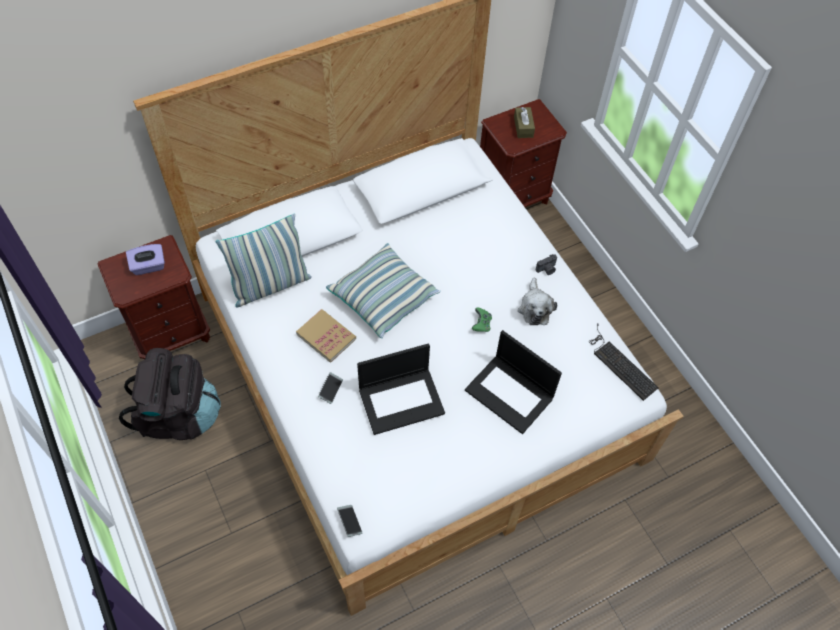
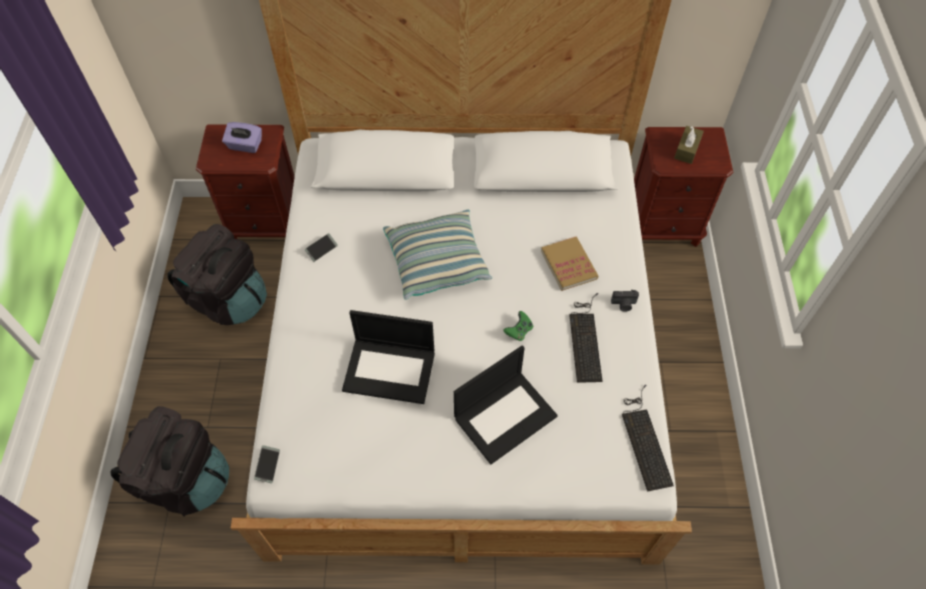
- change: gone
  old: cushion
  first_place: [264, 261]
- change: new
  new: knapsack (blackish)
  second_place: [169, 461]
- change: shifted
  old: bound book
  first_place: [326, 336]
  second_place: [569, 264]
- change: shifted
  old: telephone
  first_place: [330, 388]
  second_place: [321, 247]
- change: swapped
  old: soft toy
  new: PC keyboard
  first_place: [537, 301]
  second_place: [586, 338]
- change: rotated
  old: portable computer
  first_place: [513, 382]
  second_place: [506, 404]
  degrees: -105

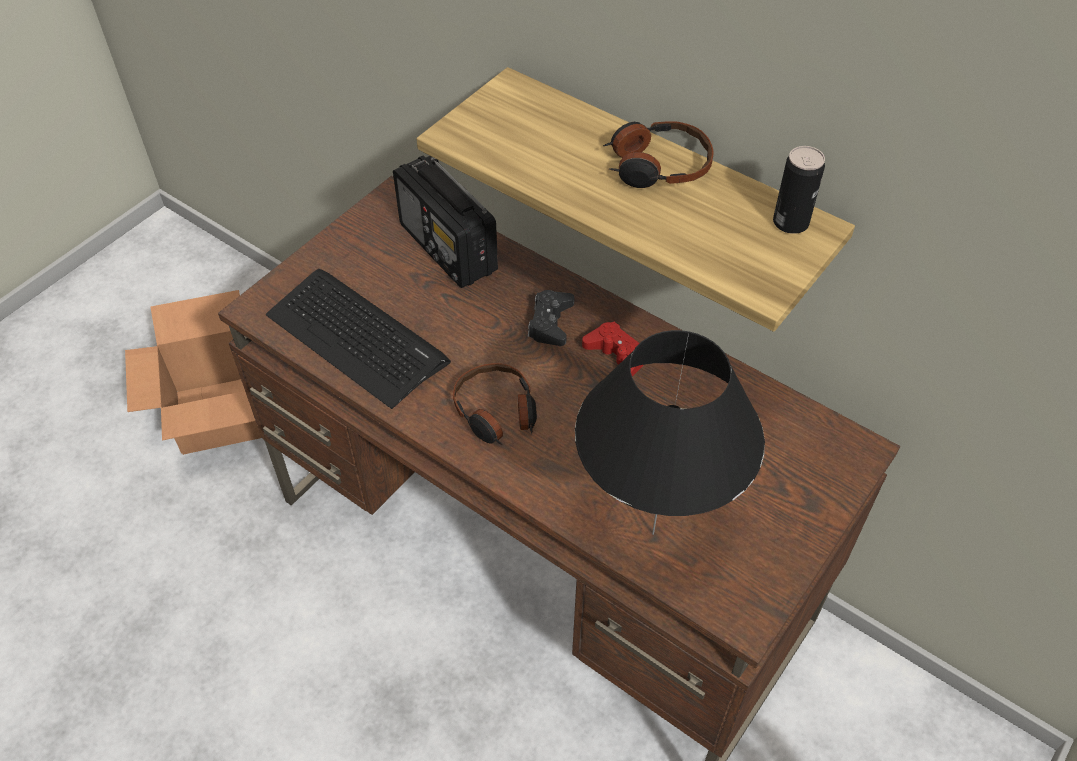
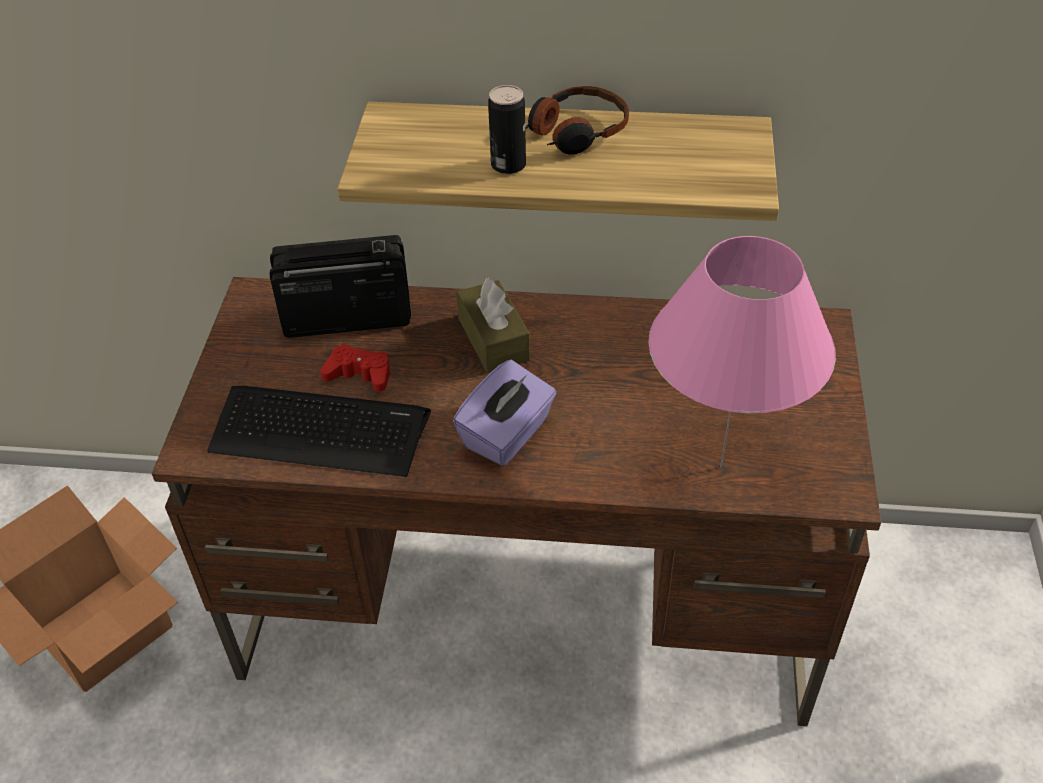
- change: shifted
  old: joypad (reddish)
  first_place: [612, 349]
  second_place: [355, 368]
- change: shifted
  old: sealed can
  first_place: [799, 190]
  second_place: [507, 129]
- change: swapped
  old: pair of headphones
  new: tissue holder (purple-coloured)
  first_place: [495, 404]
  second_place: [505, 413]
- change: swapped
  old: joypad (blackish)
  new: tissue holder (brownish)
  first_place: [551, 318]
  second_place: [493, 325]
- change: repainted
  old: table lamp (blackish)
  new: table lamp (pink)
  first_place: [670, 432]
  second_place: [742, 352]
- change: rotated
  old: radio
  first_place: [445, 222]
  second_place: [340, 286]
  degrees: 150

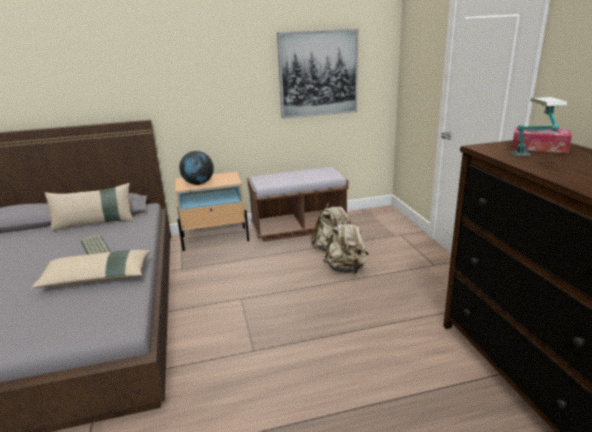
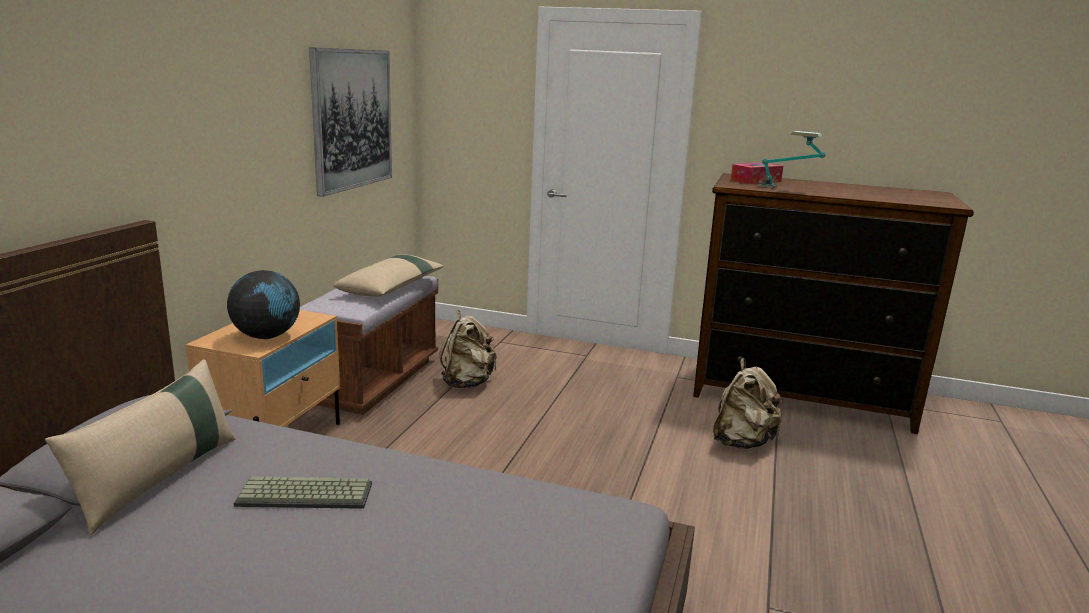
- change: shifted
  old: cushion (beige)
  first_place: [91, 269]
  second_place: [388, 275]
- change: shifted
  old: knapsack (beige)
  first_place: [345, 245]
  second_place: [747, 403]

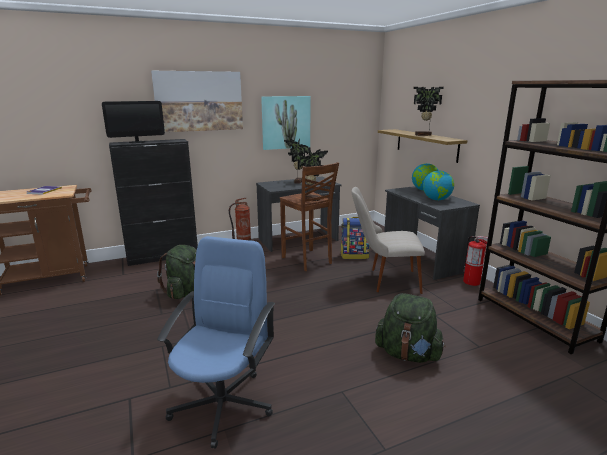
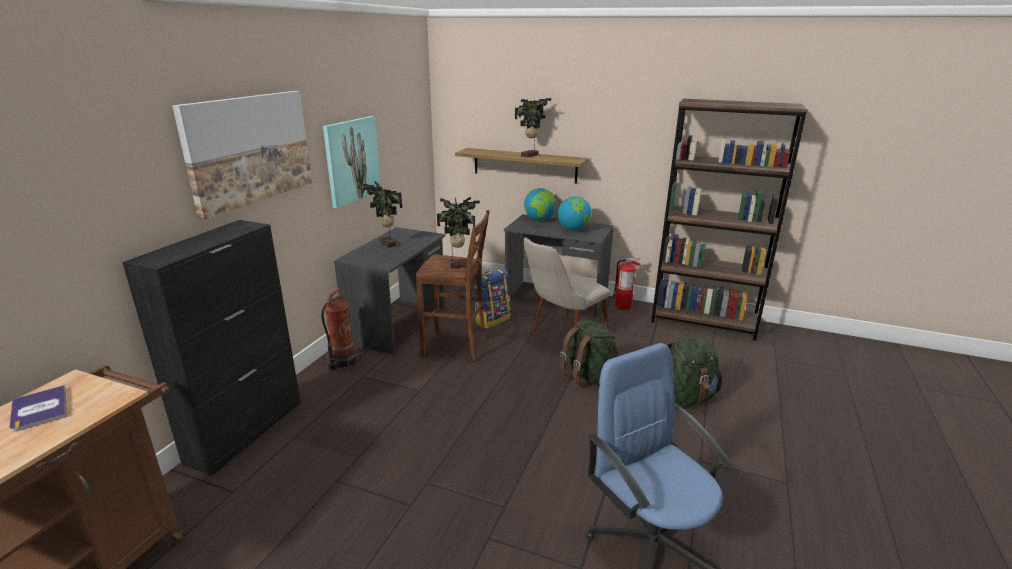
- change: gone
  old: computer display
  first_place: [133, 122]
- change: shifted
  old: knapsack (green)
  first_place: [177, 272]
  second_place: [589, 353]

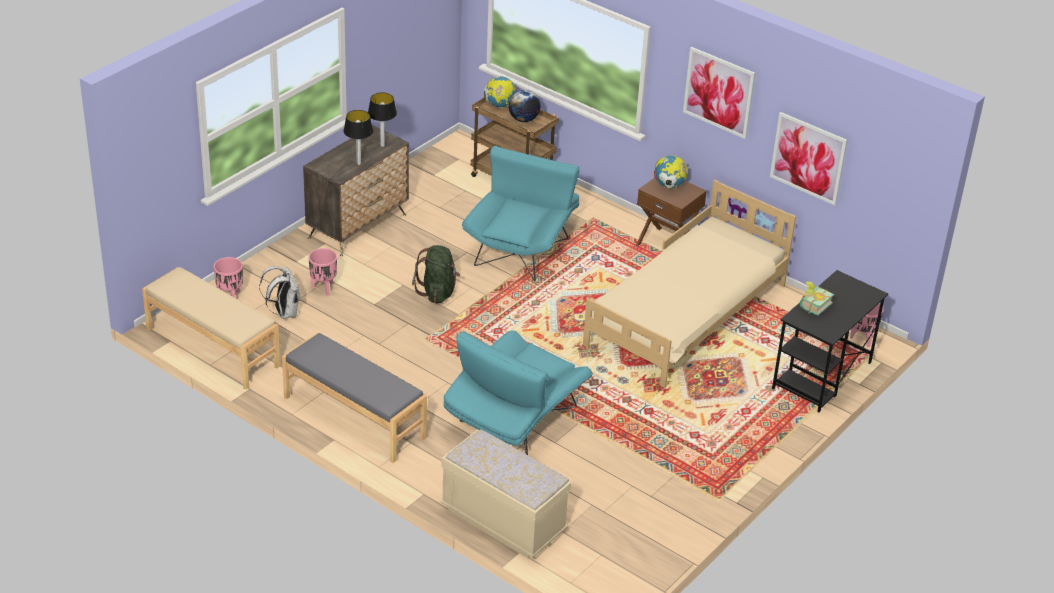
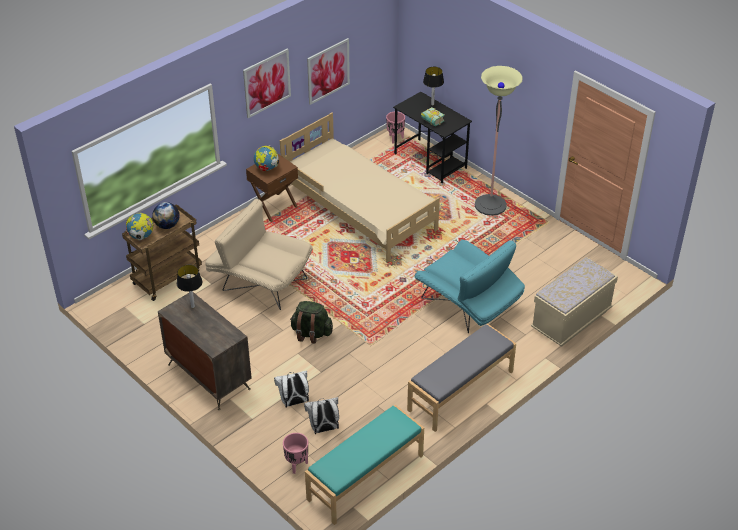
- change: new
  new: standing lamp
  second_place: [499, 141]
- change: shifted
  old: table lamp
  first_place: [358, 137]
  second_place: [433, 86]
- change: swapped
  old: flower pot (pink)
  new: knapsack (whitish)
  first_place: [322, 272]
  second_place: [291, 389]
- change: repainted
  old: bench (beige)
  new: bench (turquoise)
  first_place: [211, 328]
  second_place: [364, 465]
- change: repainted
  old: armchair (turquoise)
  new: armchair (beige)
  first_place: [521, 213]
  second_place: [259, 254]

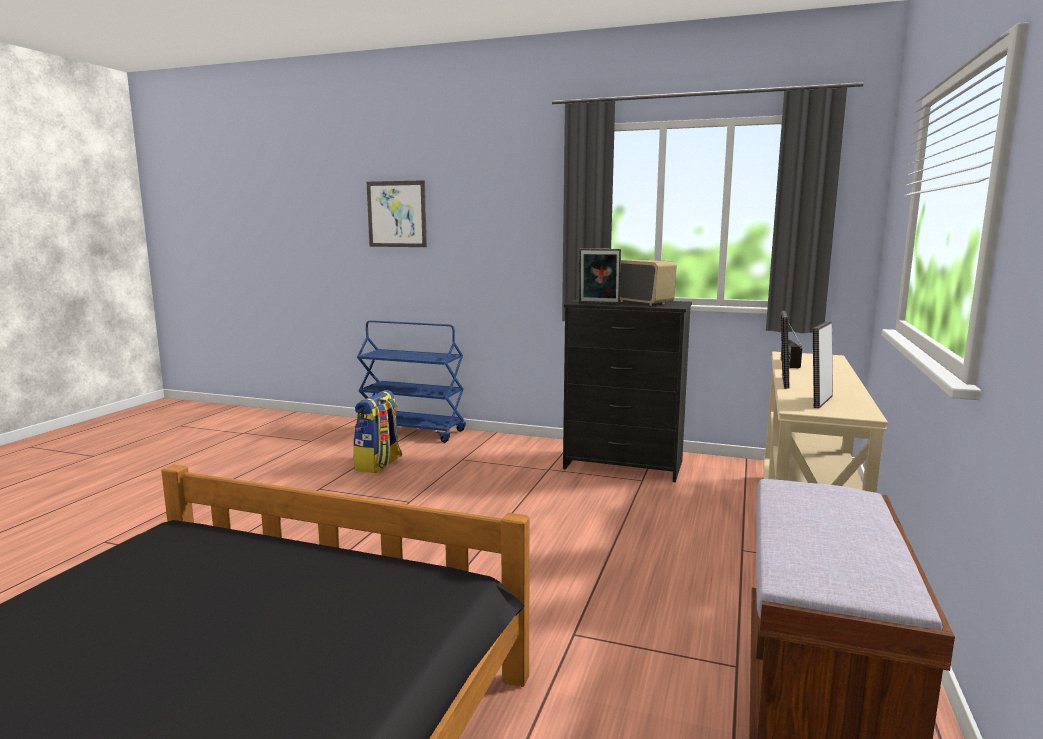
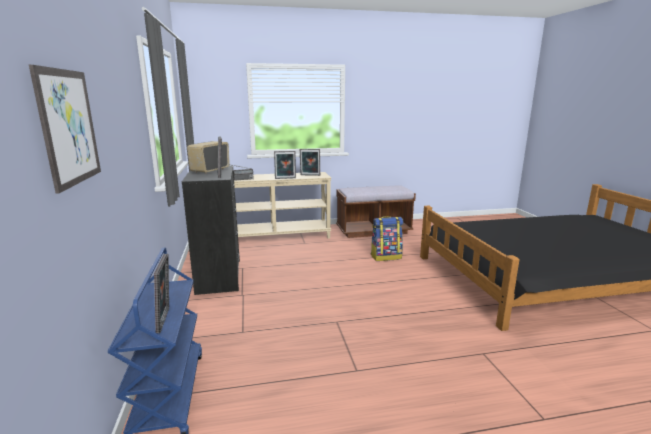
- change: new
  new: standing frame
  second_place: [161, 293]
- change: shifted
  old: knapsack
  first_place: [377, 431]
  second_place: [387, 238]

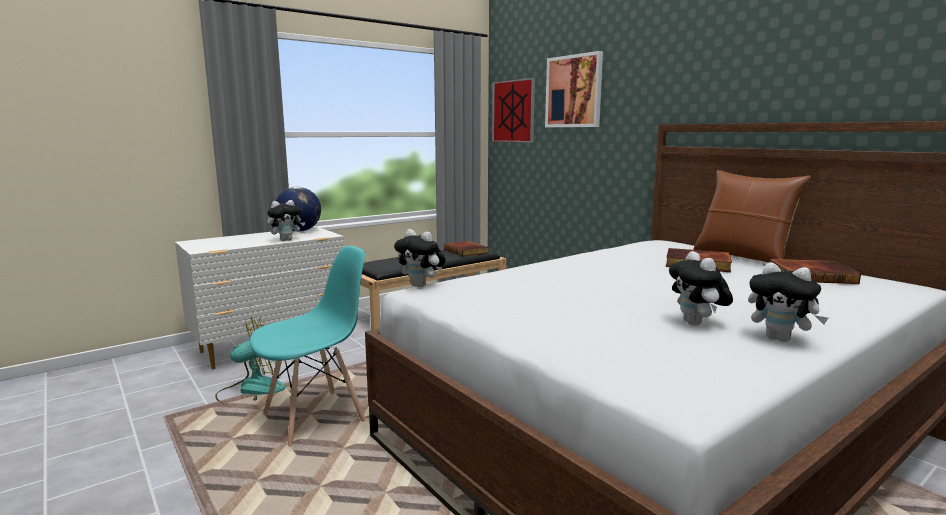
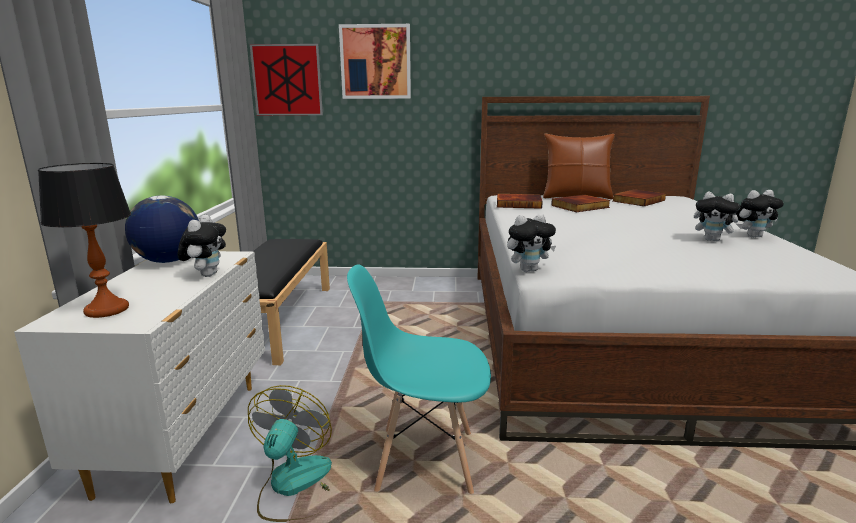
- change: new
  new: table lamp
  second_place: [84, 240]
- change: shifted
  old: bound book
  first_place: [466, 249]
  second_place: [520, 201]
- change: rotated
  old: upright chair (turquoise)
  first_place: [308, 346]
  second_place: [419, 379]
  degrees: -90

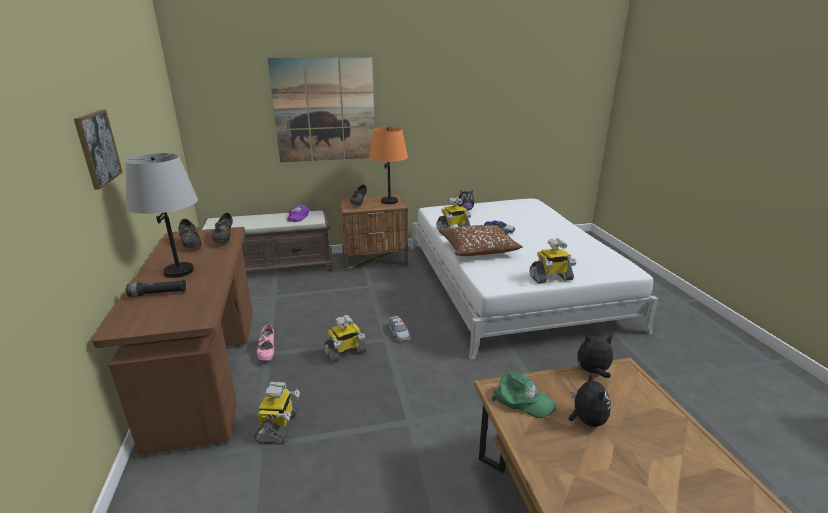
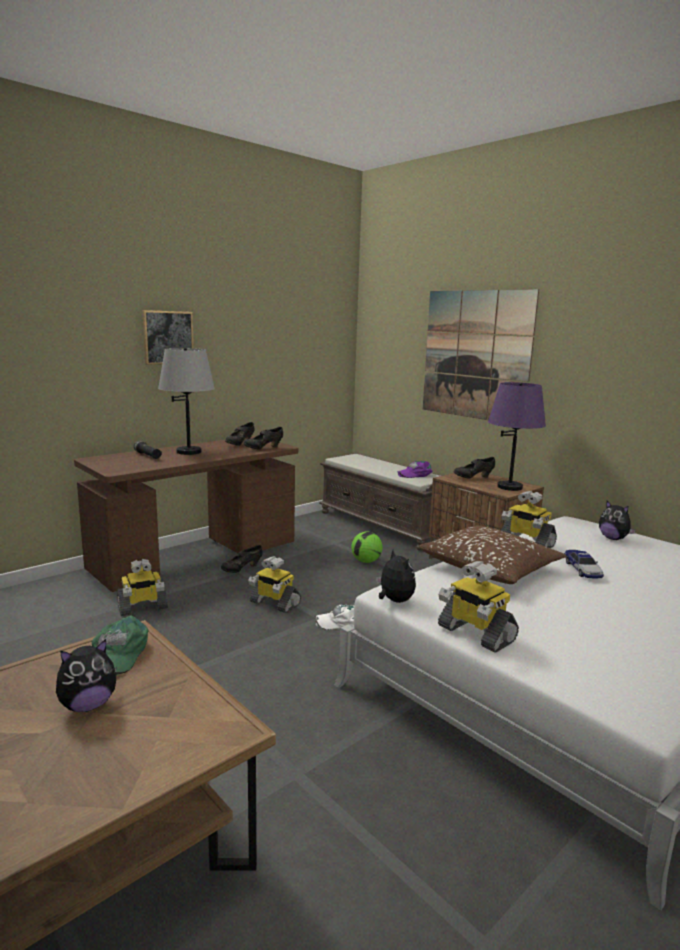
- change: new
  new: football
  second_place: [366, 547]
- change: shifted
  old: soft toy
  first_place: [595, 356]
  second_place: [396, 576]
- change: swapped
  old: toy car
  new: baseball cap (whitish)
  first_place: [399, 329]
  second_place: [335, 617]
- change: repainted
  old: low shoe (pink)
  new: low shoe (blackish)
  first_place: [265, 342]
  second_place: [242, 559]
- change: repainted
  old: table lamp (orange)
  new: table lamp (purple-coloured)
  first_place: [388, 165]
  second_place: [517, 436]

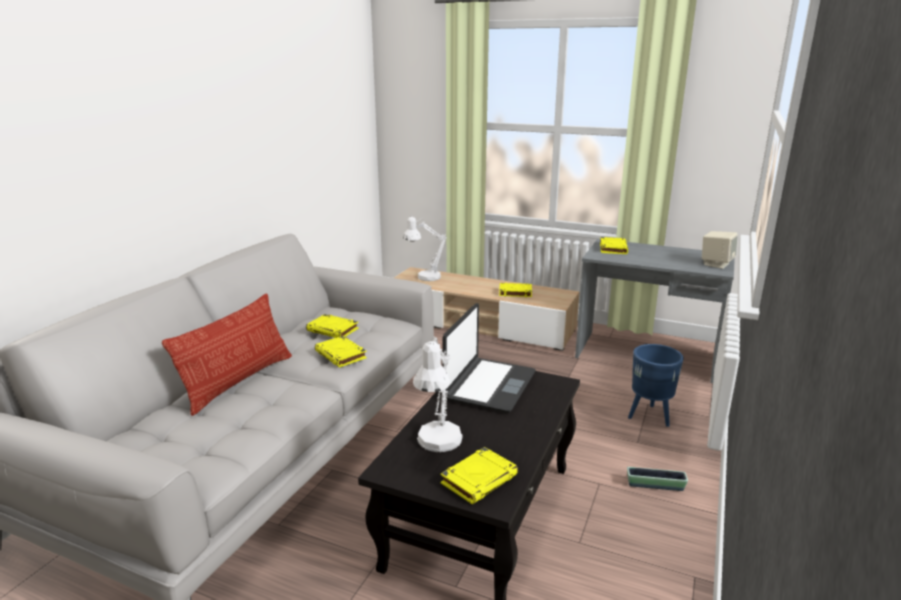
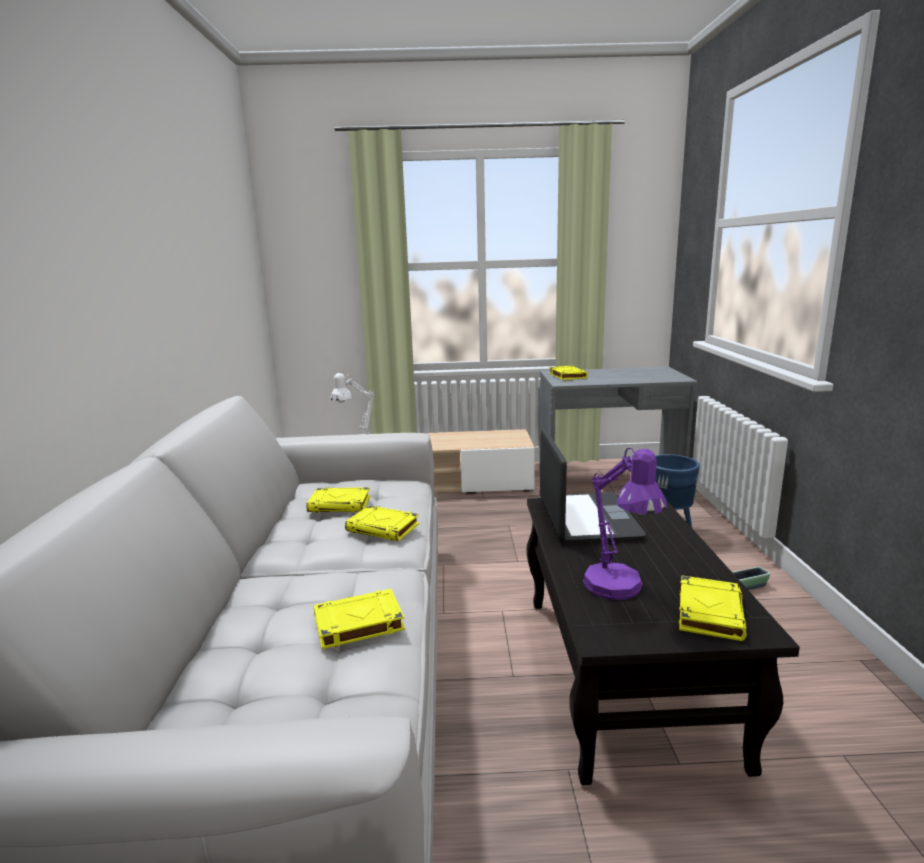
- change: gone
  old: cushion
  first_place: [227, 354]
- change: gone
  old: speaker (beige)
  first_place: [720, 250]
- change: shifted
  old: bound book (yellow)
  first_place: [515, 290]
  second_place: [359, 619]
- change: repainted
  old: table lamp (whitish)
  new: table lamp (purple-coloured)
  first_place: [438, 395]
  second_place: [625, 524]

